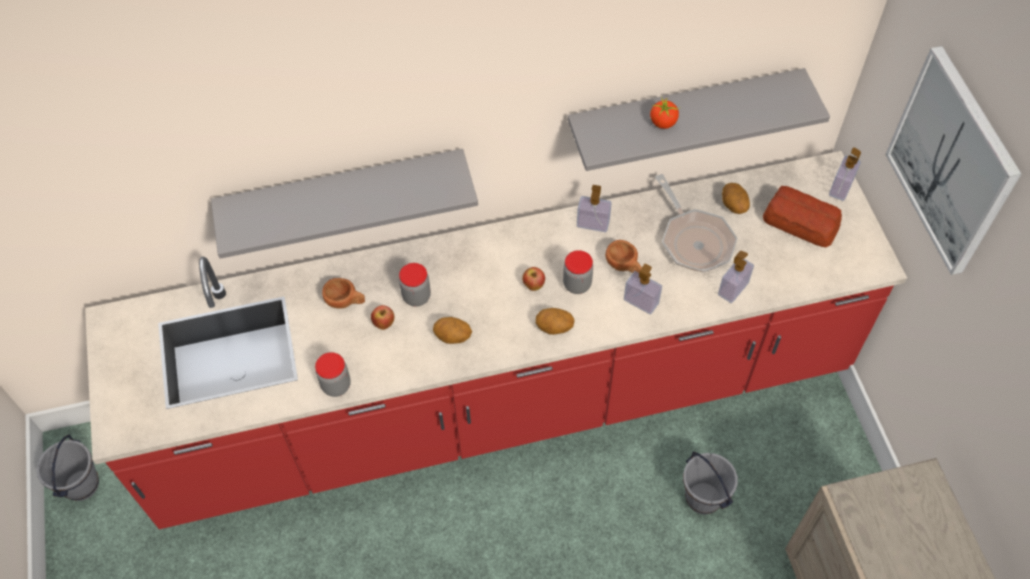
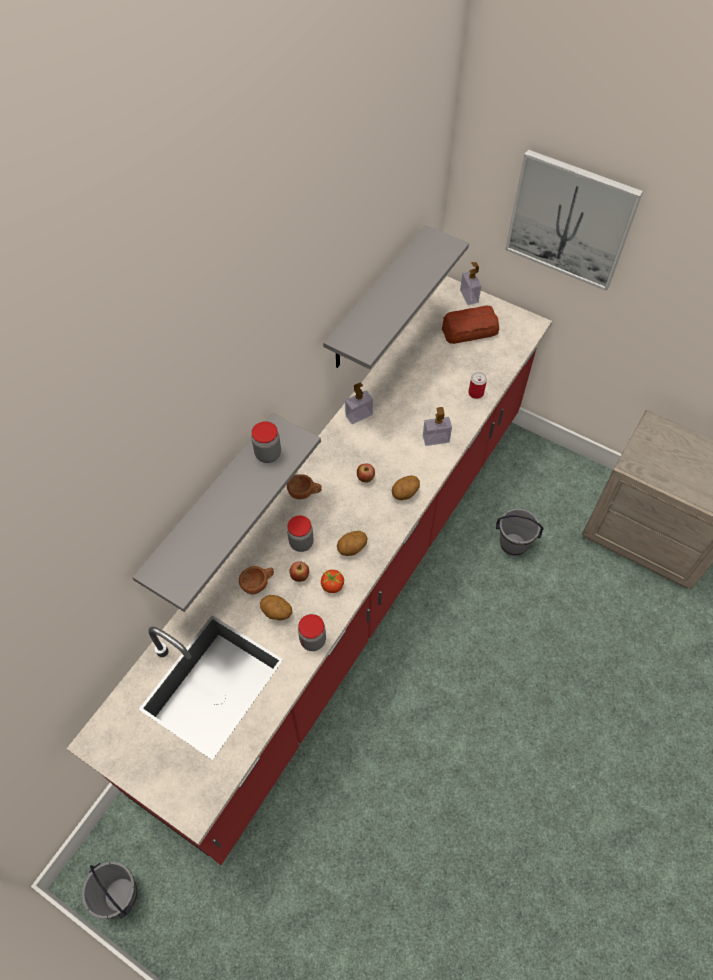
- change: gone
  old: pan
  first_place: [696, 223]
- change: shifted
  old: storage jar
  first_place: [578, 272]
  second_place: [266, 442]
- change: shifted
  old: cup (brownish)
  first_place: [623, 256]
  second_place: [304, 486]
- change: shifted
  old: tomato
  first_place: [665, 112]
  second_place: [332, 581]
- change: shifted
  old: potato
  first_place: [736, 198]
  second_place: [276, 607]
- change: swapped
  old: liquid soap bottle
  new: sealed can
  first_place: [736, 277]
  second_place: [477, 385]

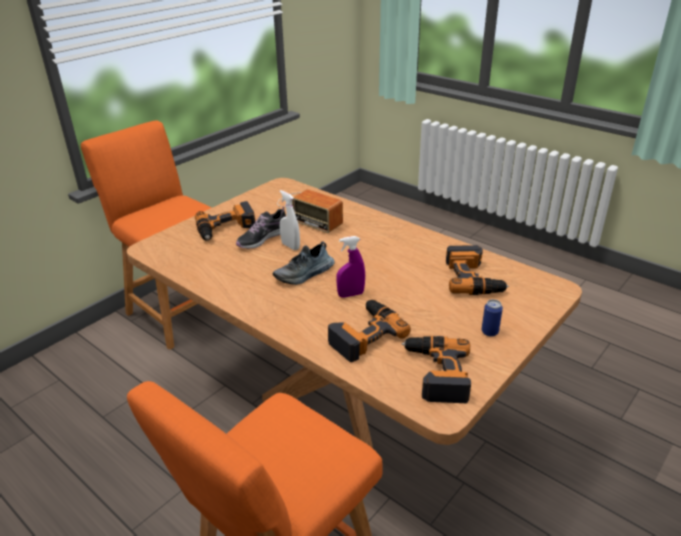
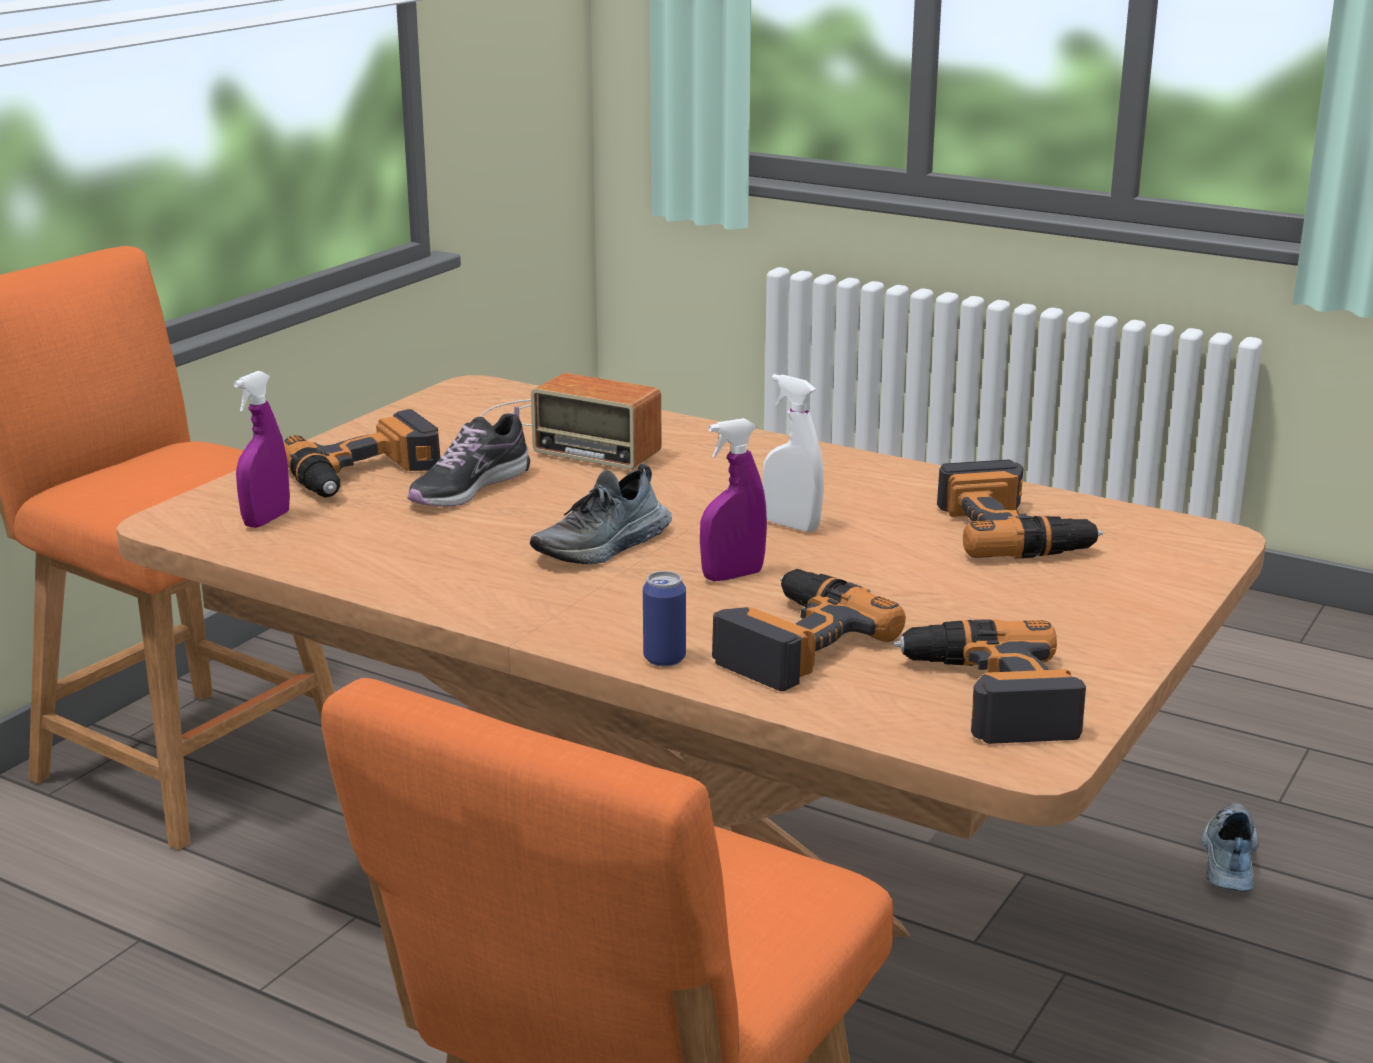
- change: new
  new: spray bottle (purple-coloured)
  second_place: [261, 449]
- change: new
  new: low shoe
  second_place: [1229, 847]
- change: shifted
  old: spray bottle (whitish)
  first_place: [290, 220]
  second_place: [793, 453]
- change: shifted
  old: sealed can
  first_place: [492, 318]
  second_place: [664, 619]

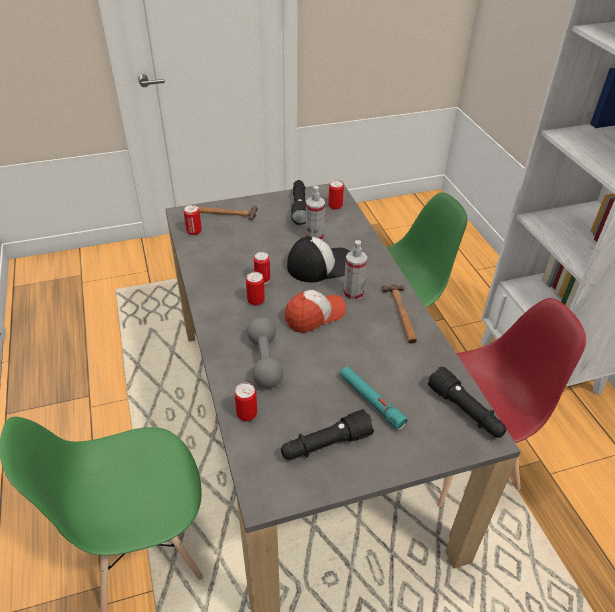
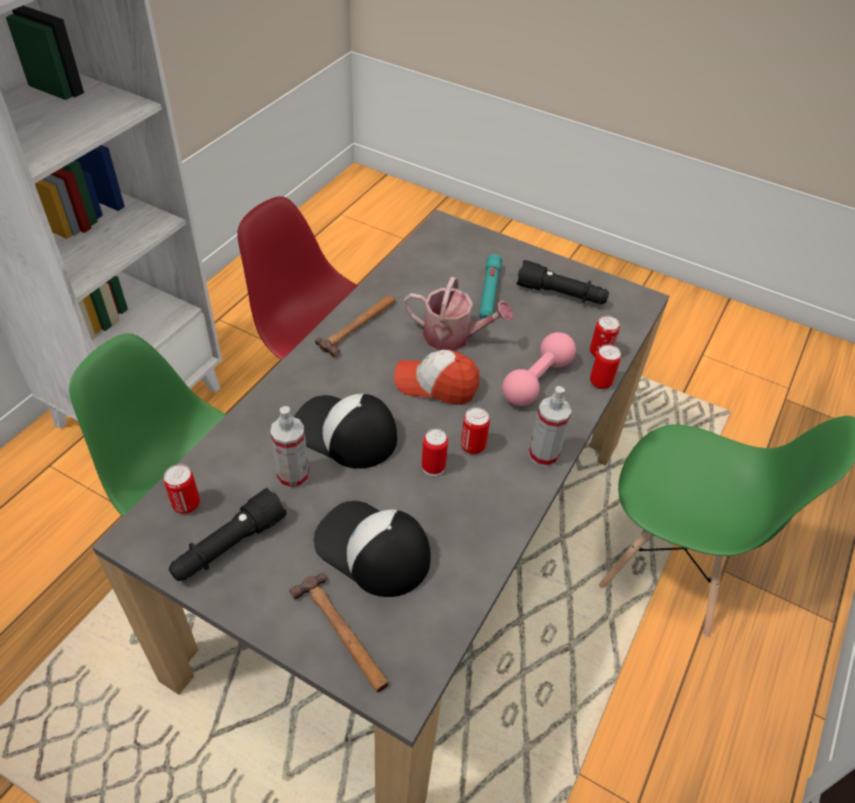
- change: gone
  old: flashlight (blackish)
  first_place: [467, 402]
- change: new
  new: baseball cap
  second_place: [372, 549]
- change: new
  new: watering can
  second_place: [458, 314]
- change: shifted
  old: sealed can
  first_place: [193, 219]
  second_place: [605, 367]
- change: shifted
  old: spray bottle
  first_place: [355, 270]
  second_place: [550, 426]
- change: repainted
  old: dumbbell (grey)
  new: dumbbell (pink)
  first_place: [265, 352]
  second_place: [539, 369]

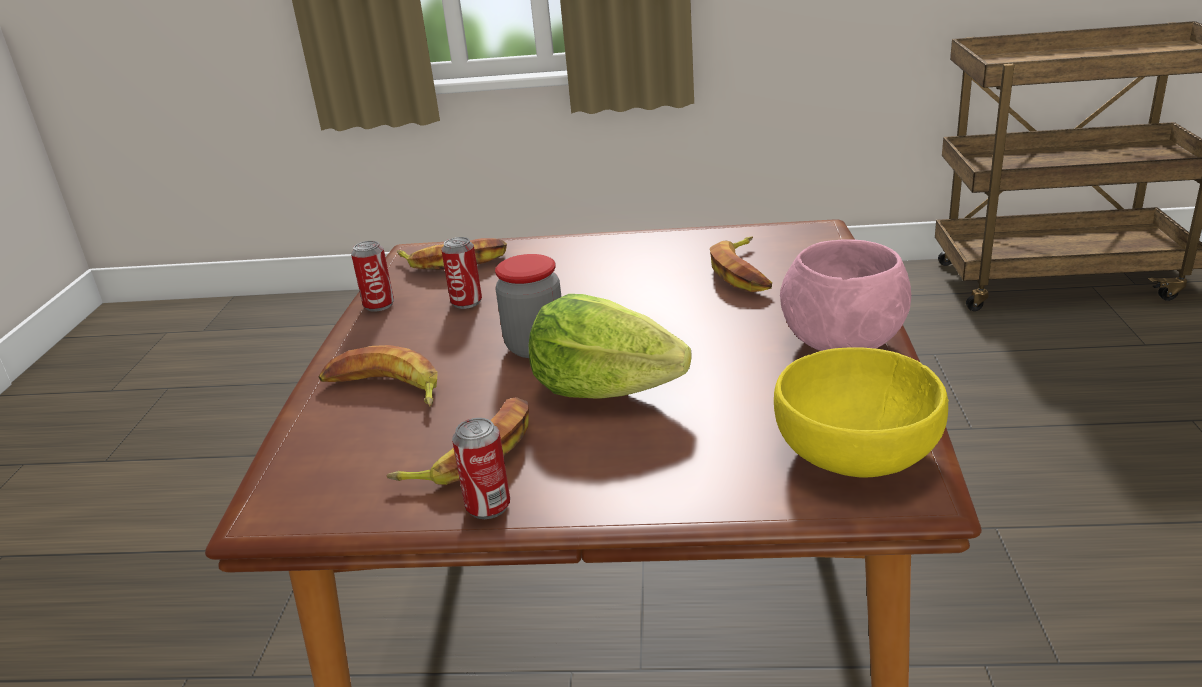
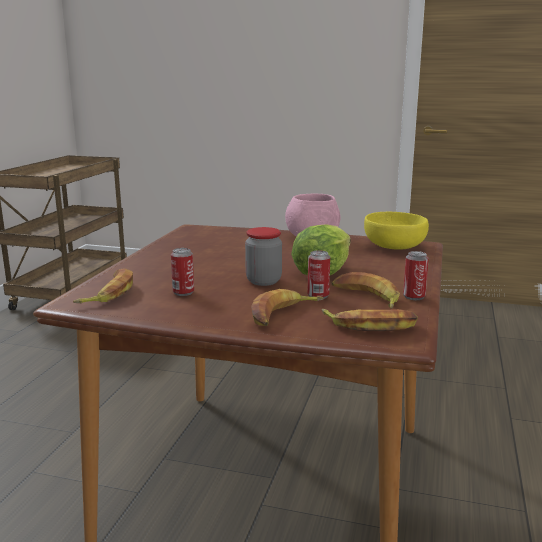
- change: shifted
  old: sealed can
  first_place: [372, 276]
  second_place: [318, 274]
- change: shifted
  old: banana fruit
  first_place: [741, 264]
  second_place: [369, 320]

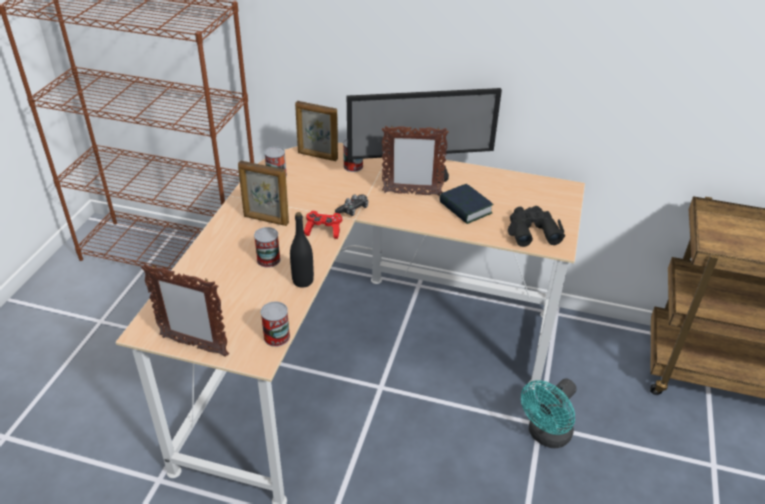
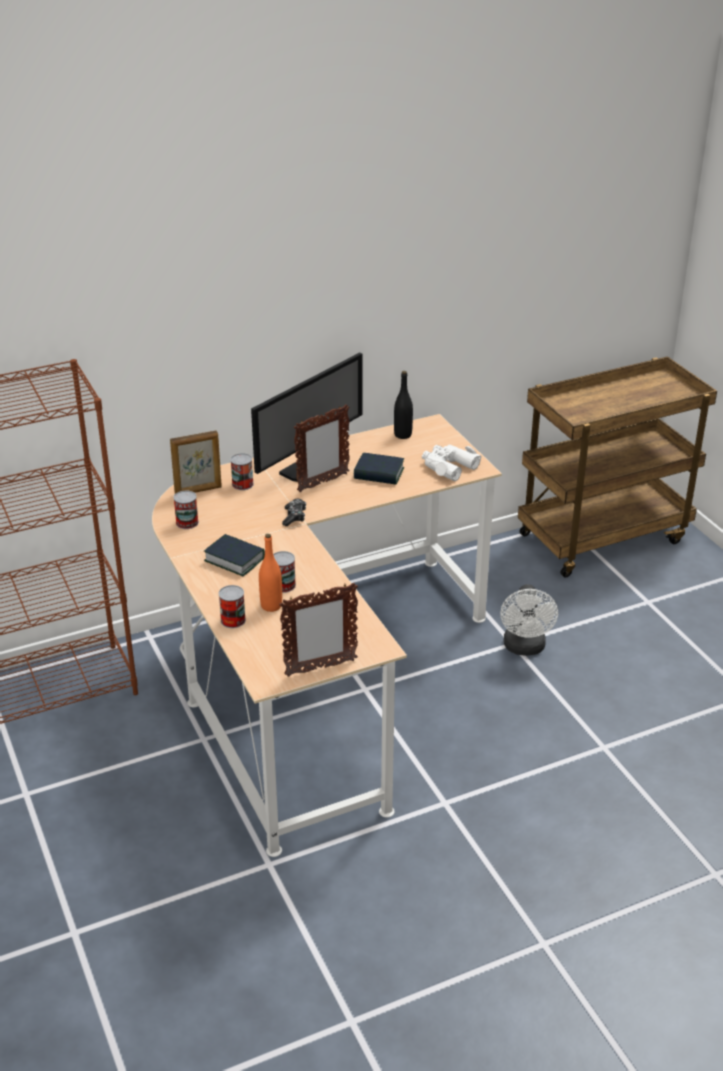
- change: gone
  old: joypad (reddish)
  first_place: [323, 225]
- change: new
  new: drink bottle (orange)
  second_place: [270, 573]
- change: shifted
  old: sealed can
  first_place: [275, 324]
  second_place: [232, 606]
- change: shifted
  old: drink bottle (blackish)
  first_place: [302, 250]
  second_place: [403, 405]
- change: swapped
  old: standing frame
  new: bound book
  first_place: [263, 193]
  second_place: [234, 555]
- change: repainted
  old: field glasses (blackish)
  new: field glasses (whitish)
  first_place: [536, 226]
  second_place: [452, 462]
- change: repainted
  old: fan (turquoise)
  new: fan (whitish)
  first_place: [549, 413]
  second_place: [529, 620]

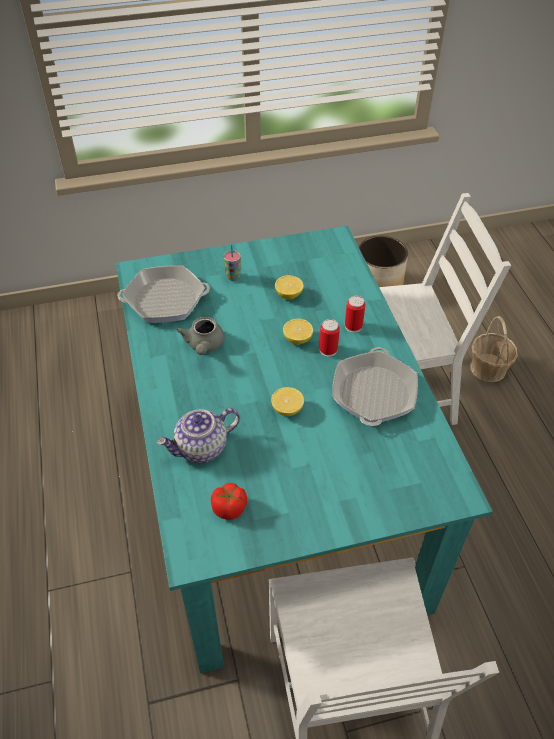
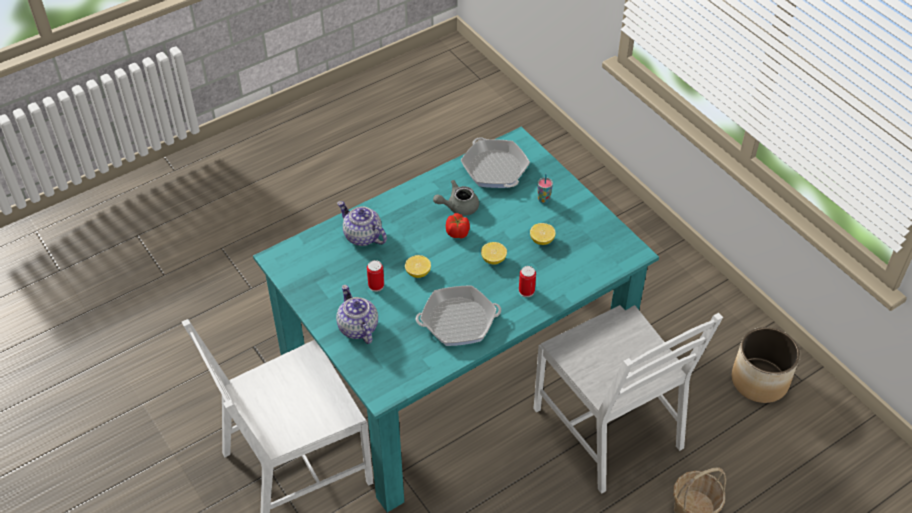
- change: new
  new: teapot
  second_place: [357, 314]
- change: shifted
  old: tomato
  first_place: [229, 501]
  second_place: [458, 225]
- change: shifted
  old: sealed can
  first_place: [329, 338]
  second_place: [375, 276]

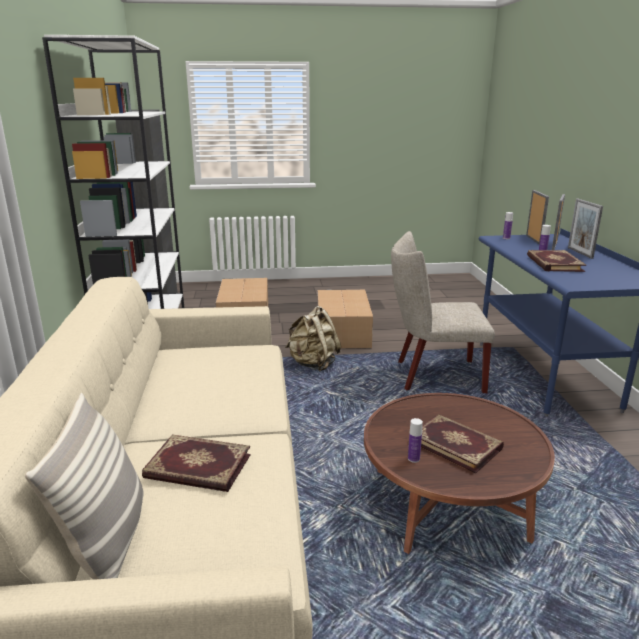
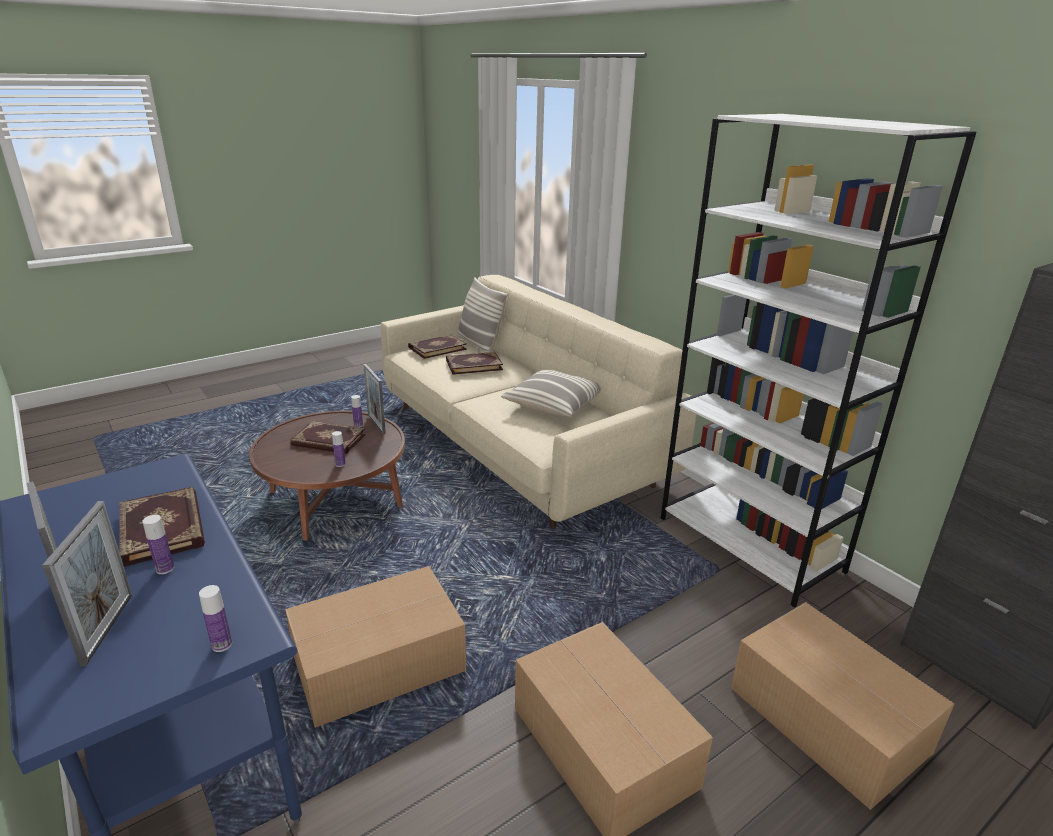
- change: gone
  old: knapsack (beige)
  first_place: [313, 339]
- change: new
  new: drink bottle
  second_place: [339, 449]
- change: new
  new: bound book
  second_place: [437, 346]
- change: new
  new: cushion
  second_place: [551, 394]
- change: shifted
  old: standing frame
  first_place: [537, 217]
  second_place: [374, 399]
- change: swapped
  old: upright chair (beige)
  new: packing box
  first_place: [443, 312]
  second_place: [375, 647]

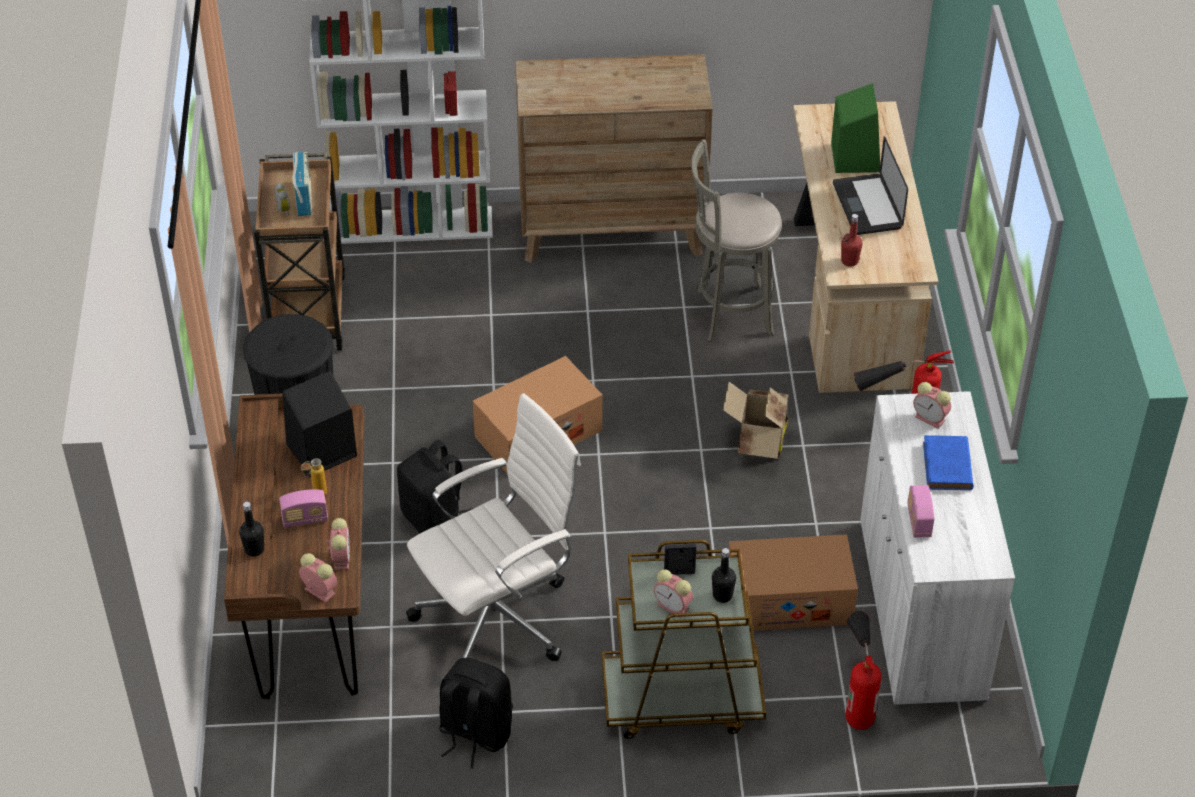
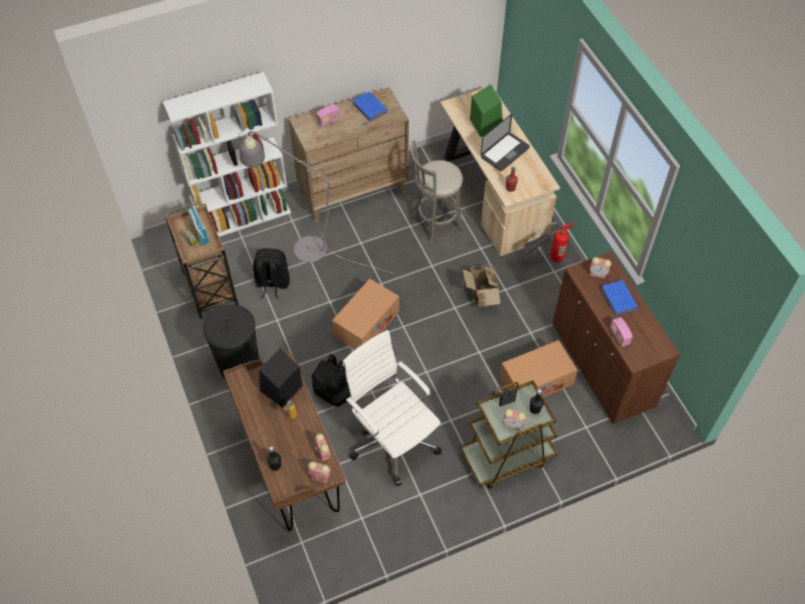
- change: gone
  old: fire extinguisher
  first_place: [864, 670]
- change: new
  new: standing lamp (grey)
  second_place: [316, 202]
- change: new
  new: bound book (blue)
  second_place: [370, 107]
- change: shifted
  old: radio
  first_place: [303, 508]
  second_place: [328, 116]
- change: shifted
  old: knapsack (blackish)
  first_place: [476, 713]
  second_place: [271, 273]
- change: repainted
  old: cupboard (whitish)
  new: cupboard (brownish)
  first_place: [937, 548]
  second_place: [616, 337]
- change: rotated
  old: desk chair (whitish)
  first_place: [493, 527]
  second_place: [391, 408]
  degrees: -75
- change: rotated
  old: portable computer
  first_place: [870, 185]
  second_place: [505, 142]
  degrees: -105

